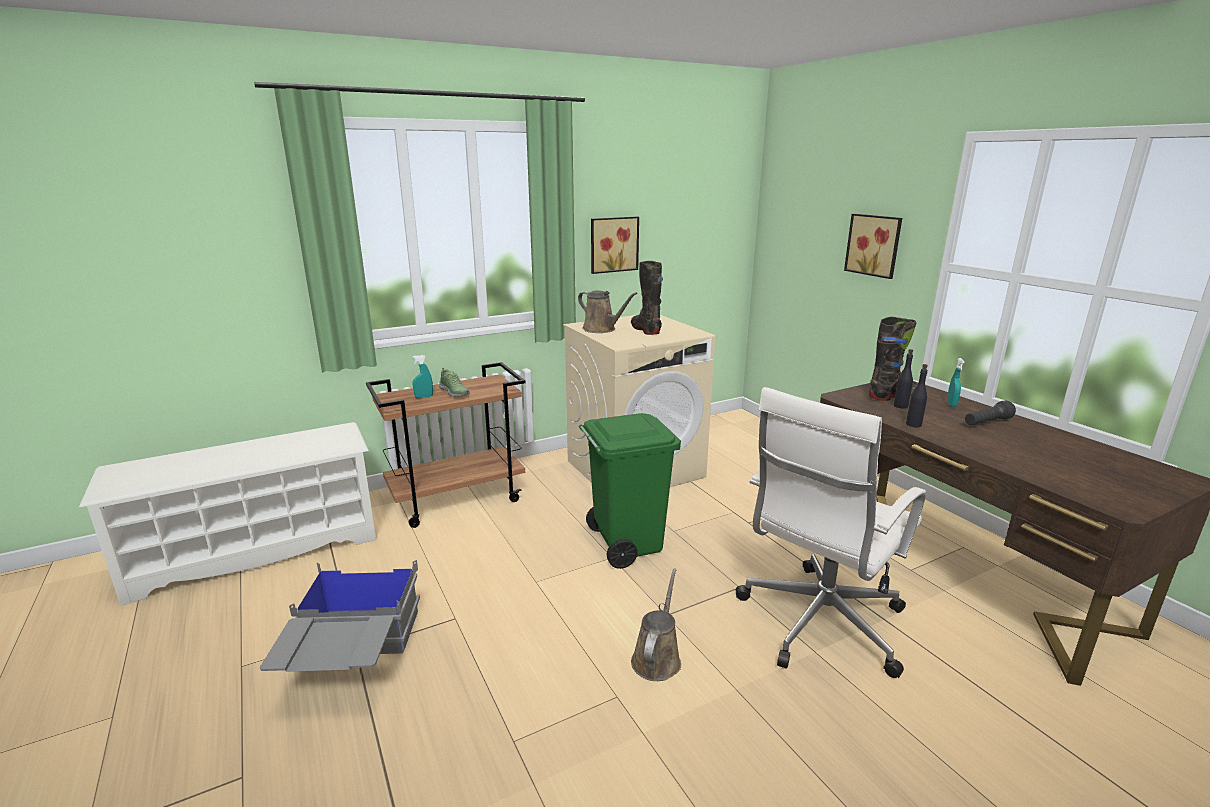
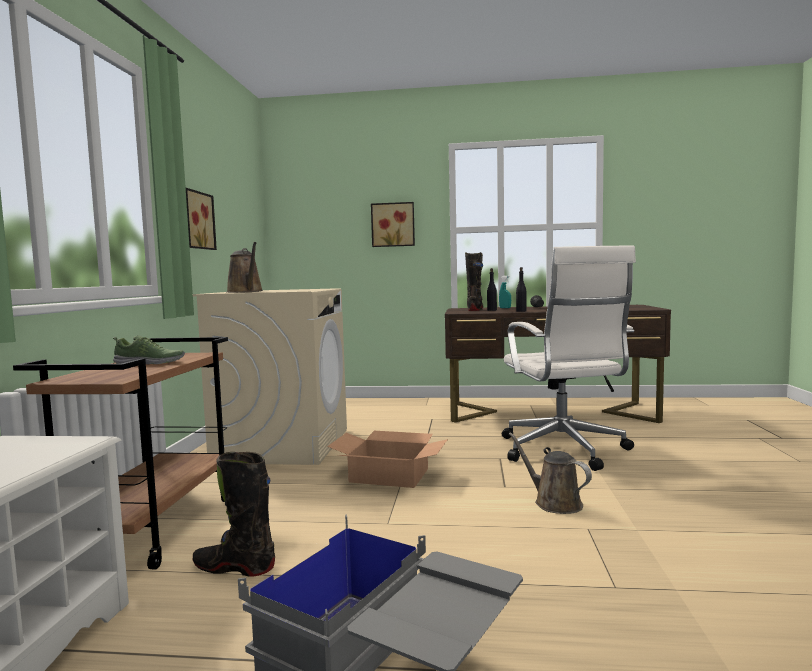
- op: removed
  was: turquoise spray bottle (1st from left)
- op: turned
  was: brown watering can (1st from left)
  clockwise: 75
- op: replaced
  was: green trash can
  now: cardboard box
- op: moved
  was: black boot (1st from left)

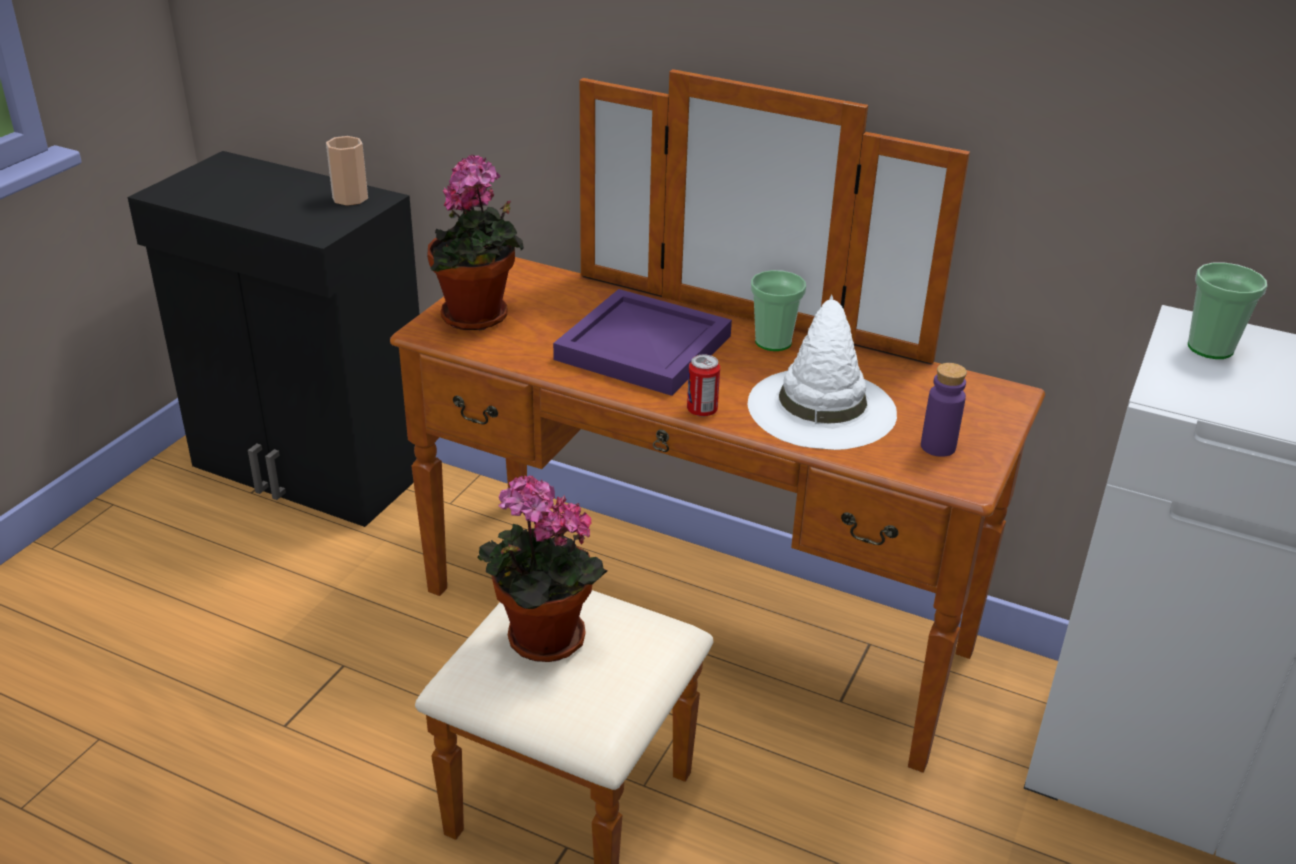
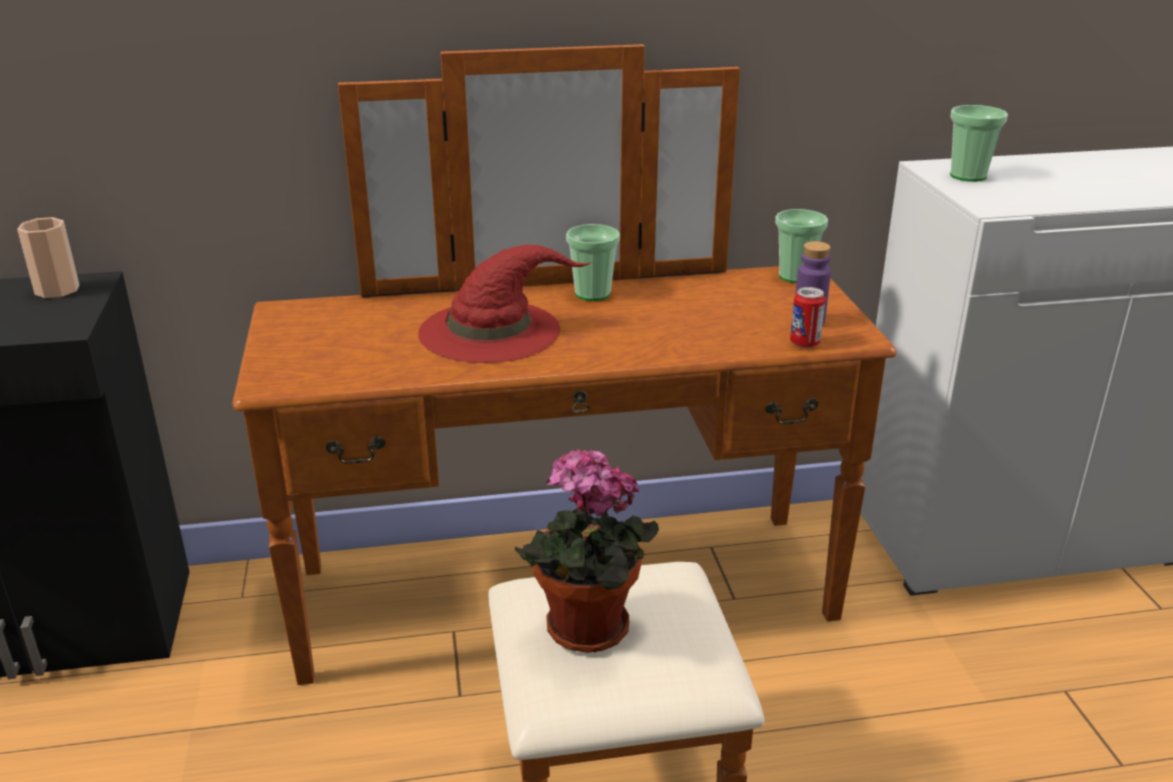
- op: removed
  was: potted plant (1st from left)
- op: replaced
  was: purple tray
  now: red hat
- op: moved
  was: can
- op: removed
  was: white hat
- op: added
  now: cup (3rd from left)

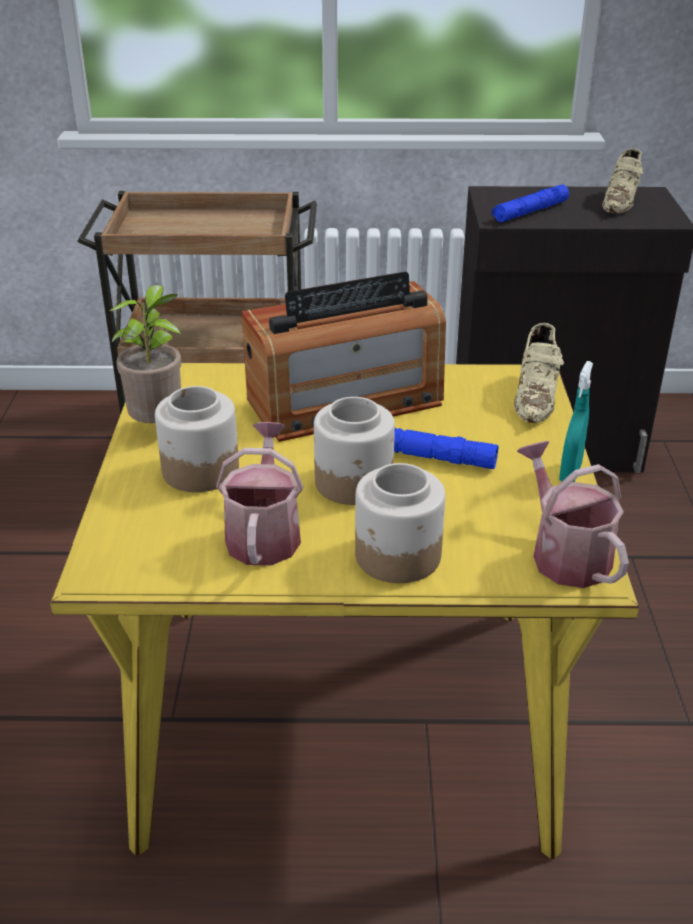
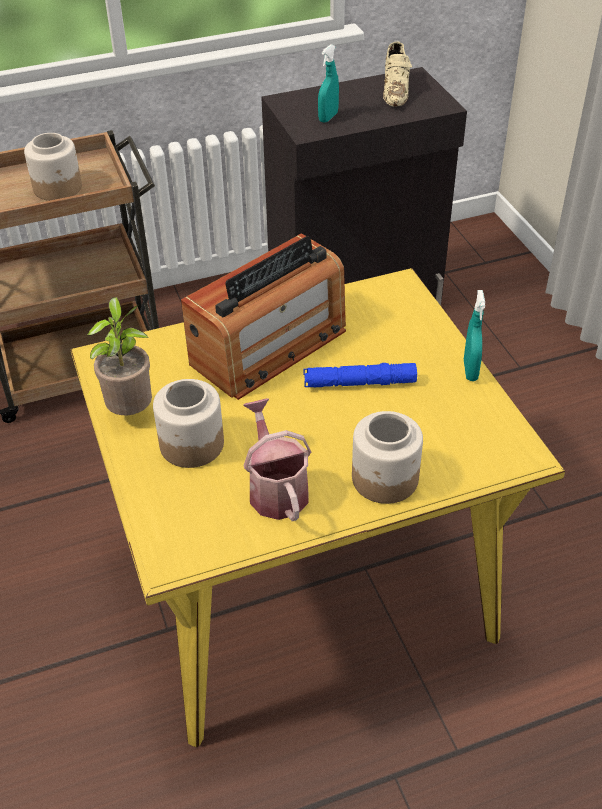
- op: moved
  was: jar (2nd from left in the first image)
  now: jar (1st from left)
- op: replaced
  was: blue flashlight (2nd from left)
  now: turquoise spray bottle (1st from left)
- op: removed
  was: beige shoe (1st from left)
- op: removed
  was: watering can (2nd from left)

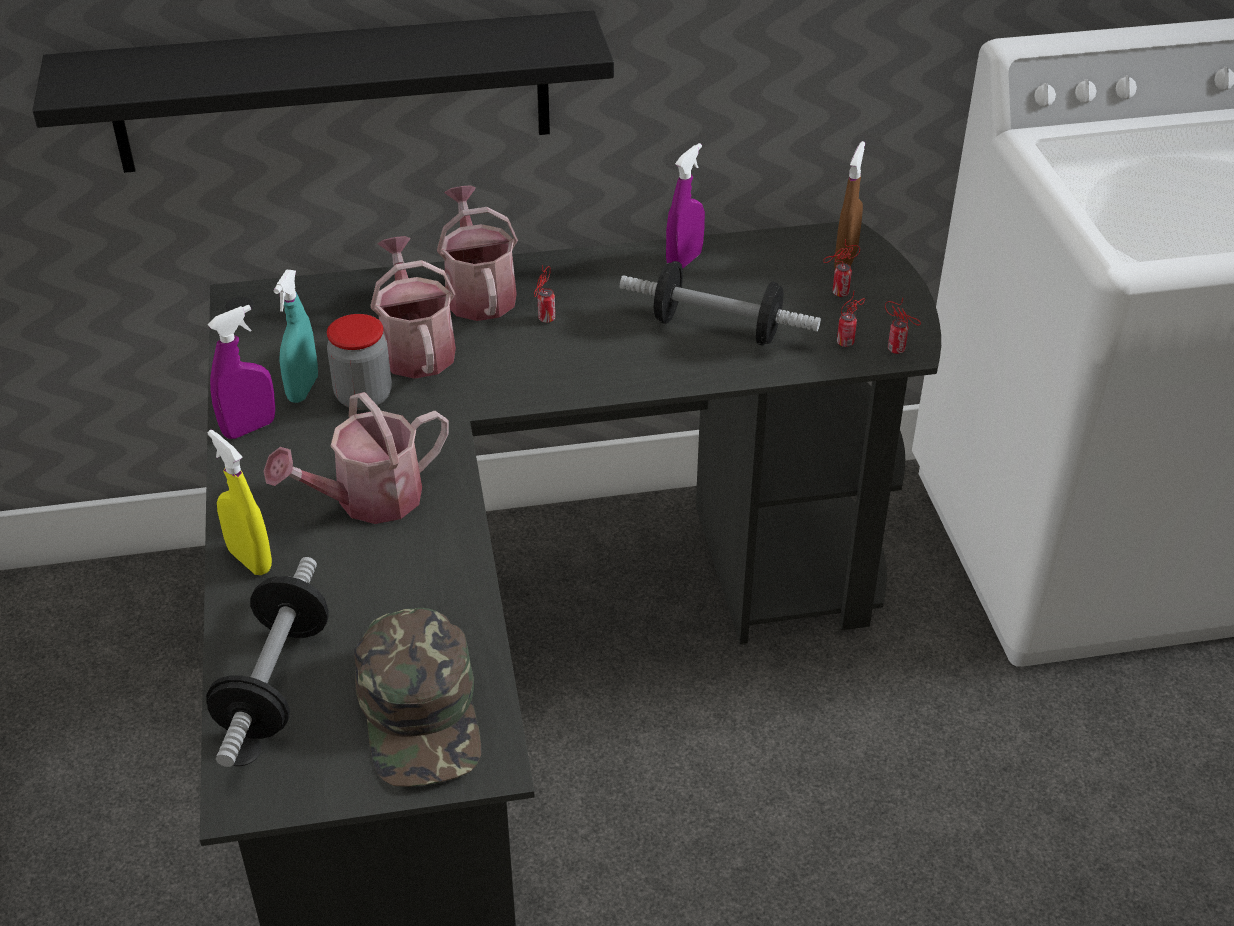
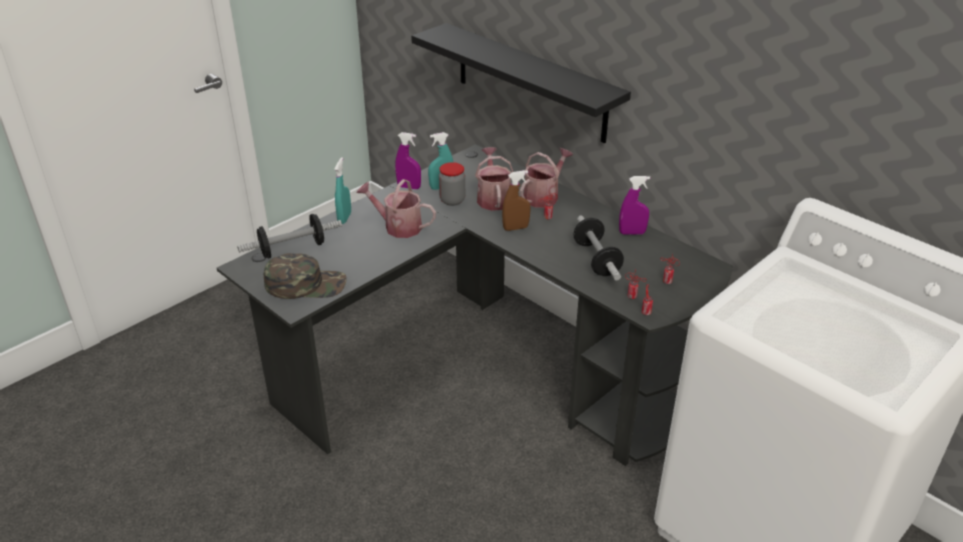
- op: recoloured
  was: yellow spray bottle
  now: turquoise spray bottle (1st from left)
- op: turned
  was: green cap
  clockwise: -135
- op: turned
  was: watering can (2nd from left)
  clockwise: -45
- op: moved
  was: brown spray bottle

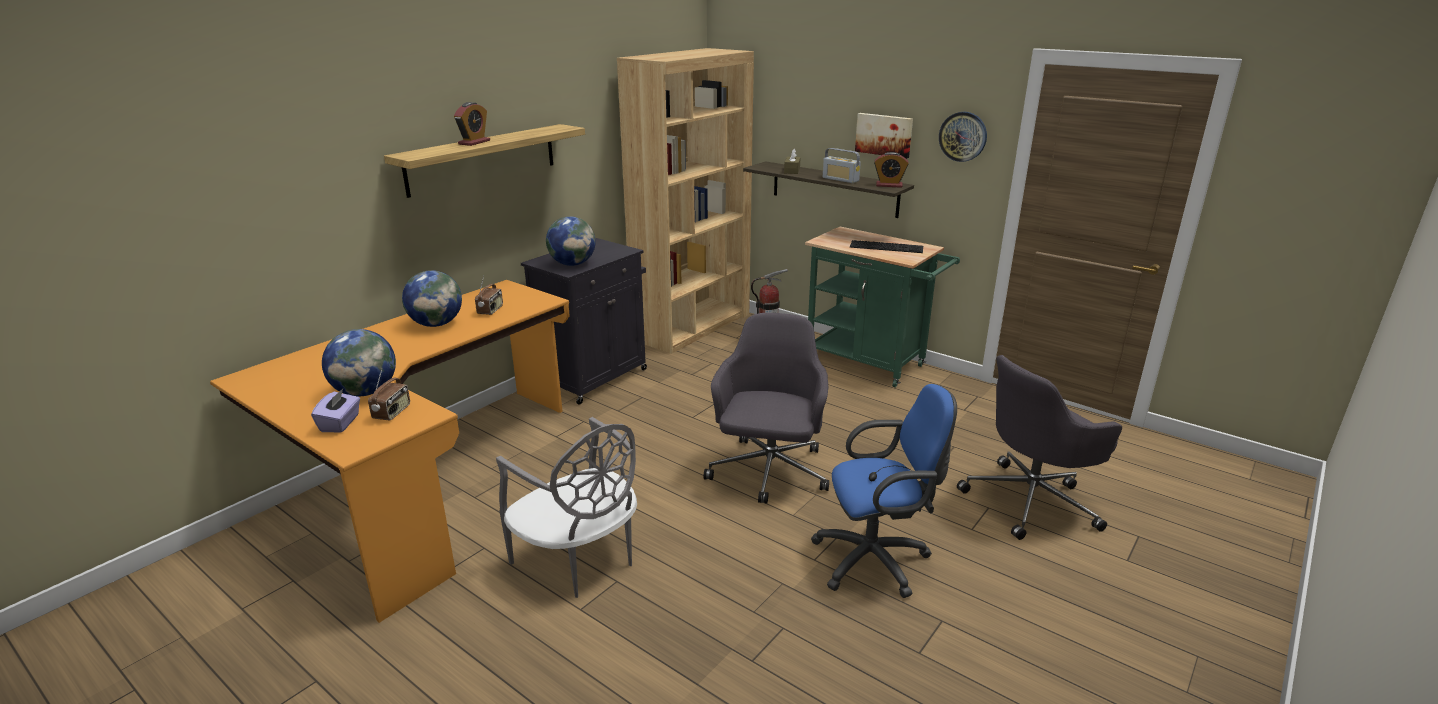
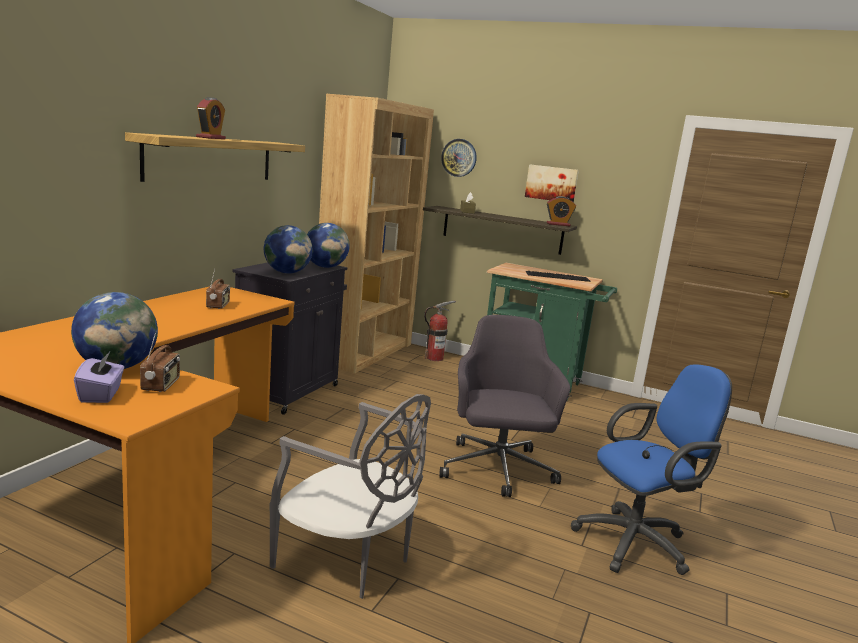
- op: moved
  was: globe (2nd from left in the first image)
  now: globe (3rd from left)
- op: removed
  was: radio (3rd from left)
- op: moved
  was: wall clock
- op: removed
  was: grey office chair (2nd from left)

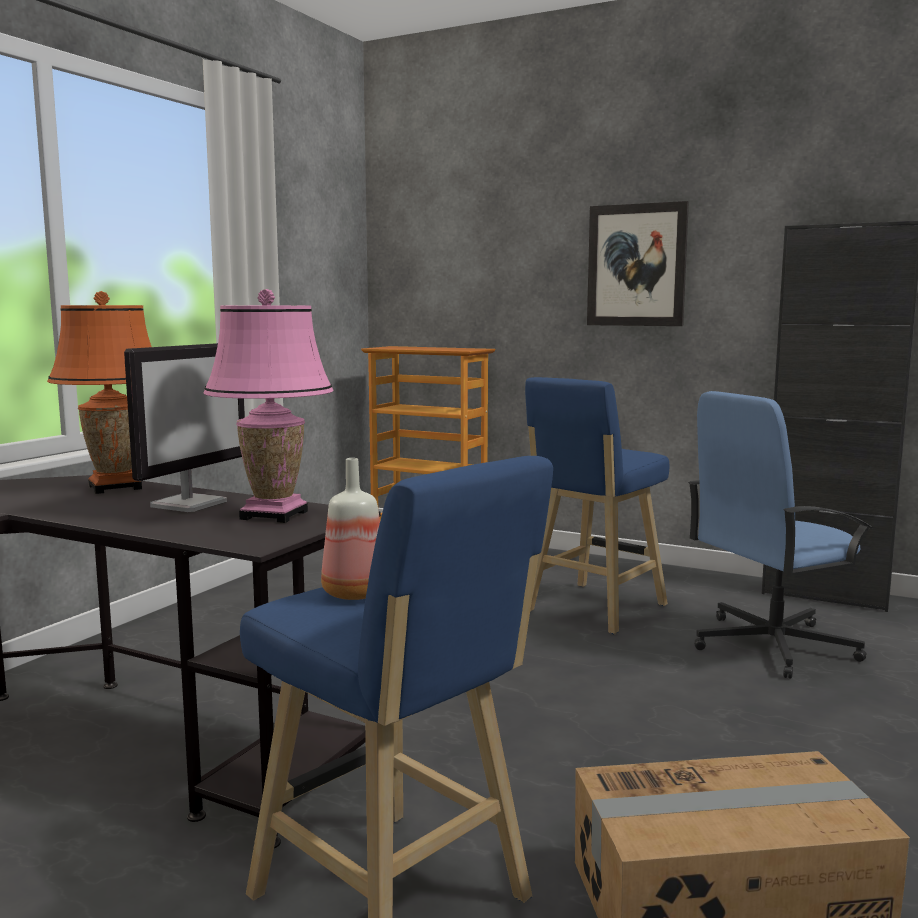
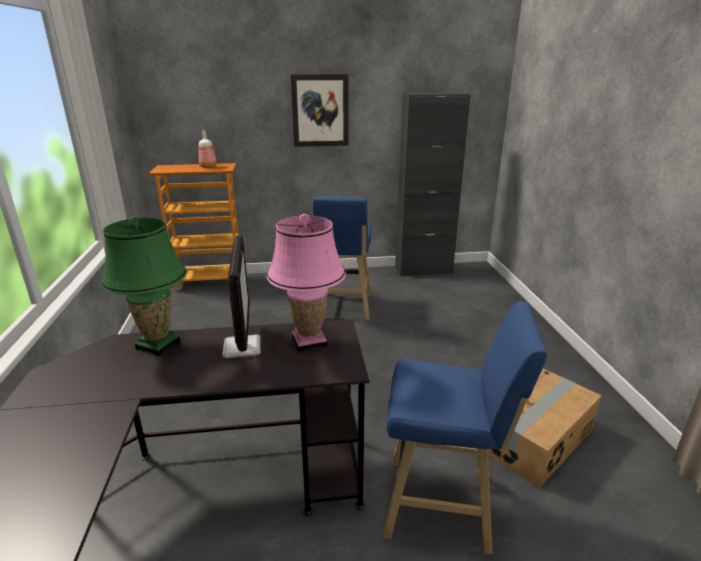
- op: recoloured
  was: orange table lamp
  now: green table lamp
- op: moved
  was: bottle
- op: removed
  was: blue office chair

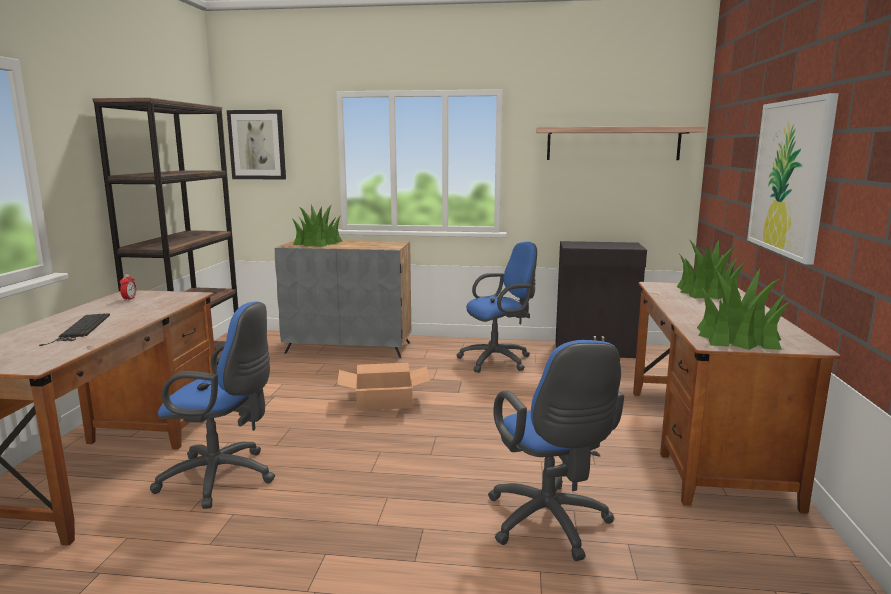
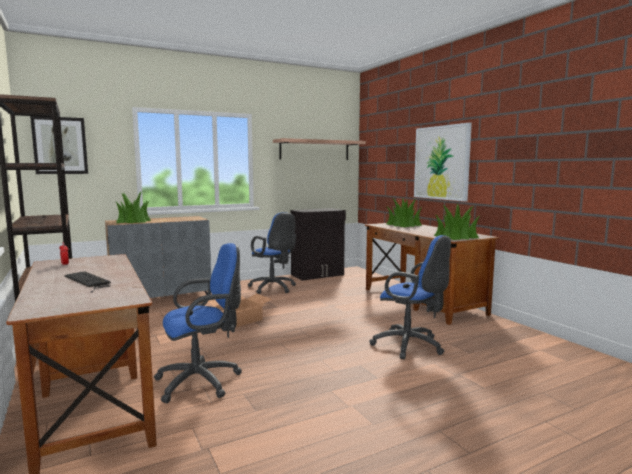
- op: turned
  was: blue office chair (2nd from left)
  clockwise: 105

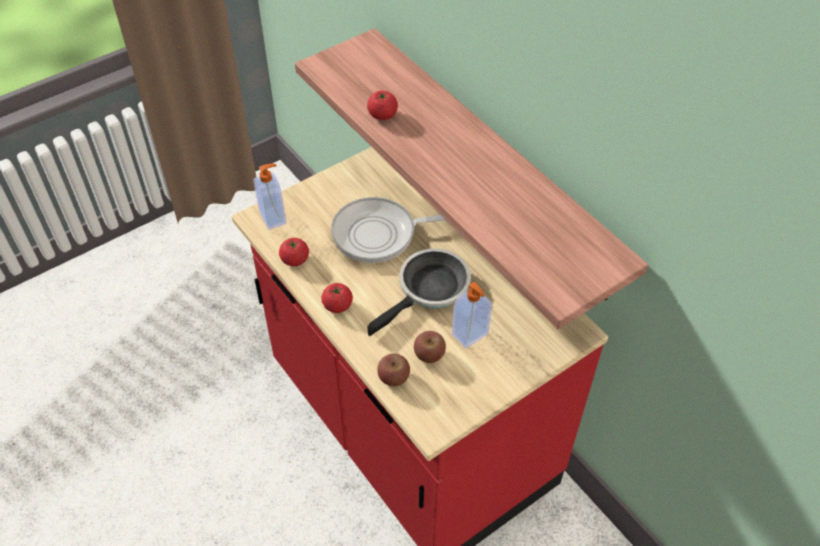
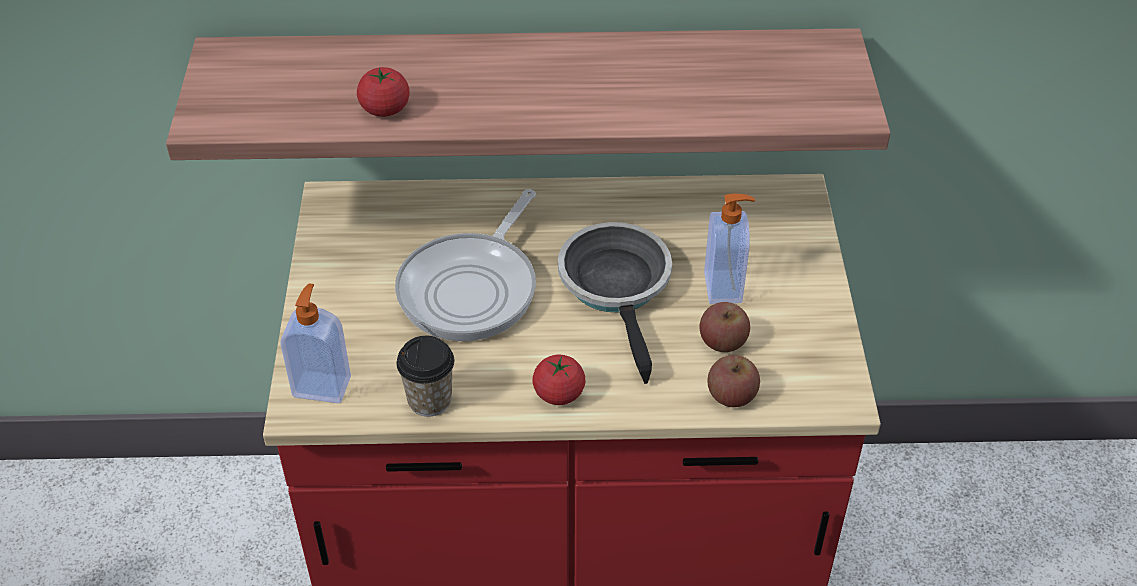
- op: replaced
  was: tomato (1st from left)
  now: cup

